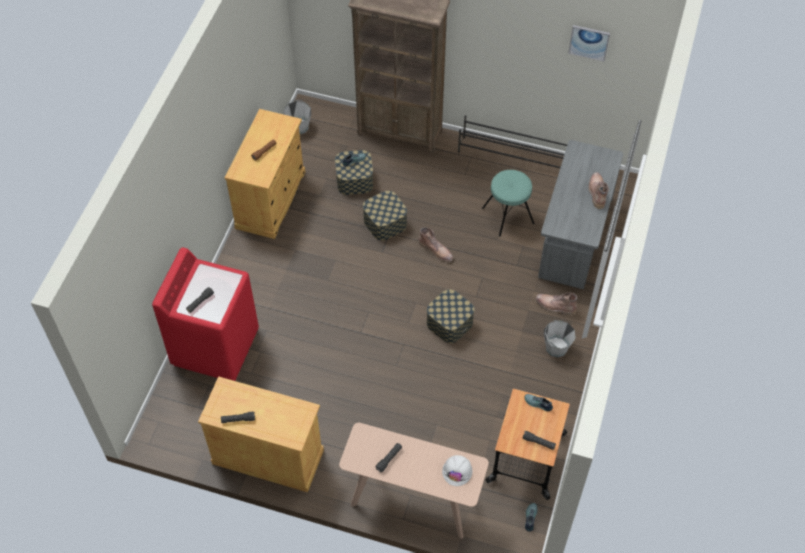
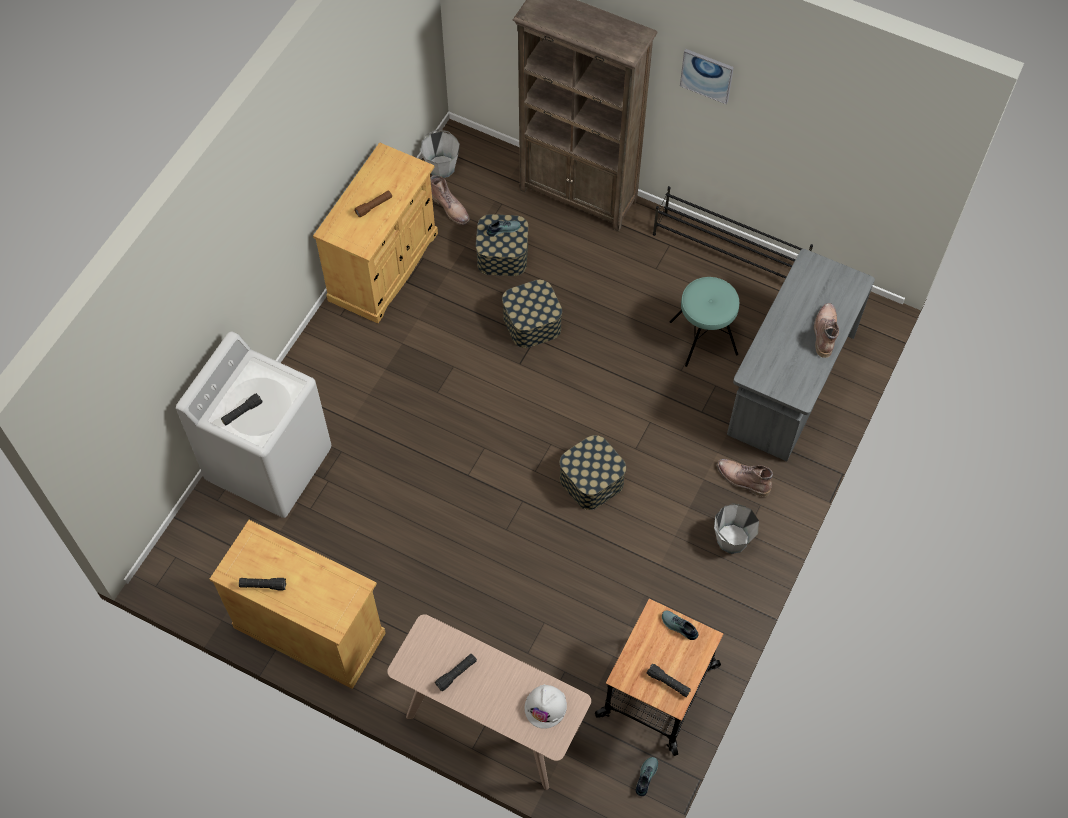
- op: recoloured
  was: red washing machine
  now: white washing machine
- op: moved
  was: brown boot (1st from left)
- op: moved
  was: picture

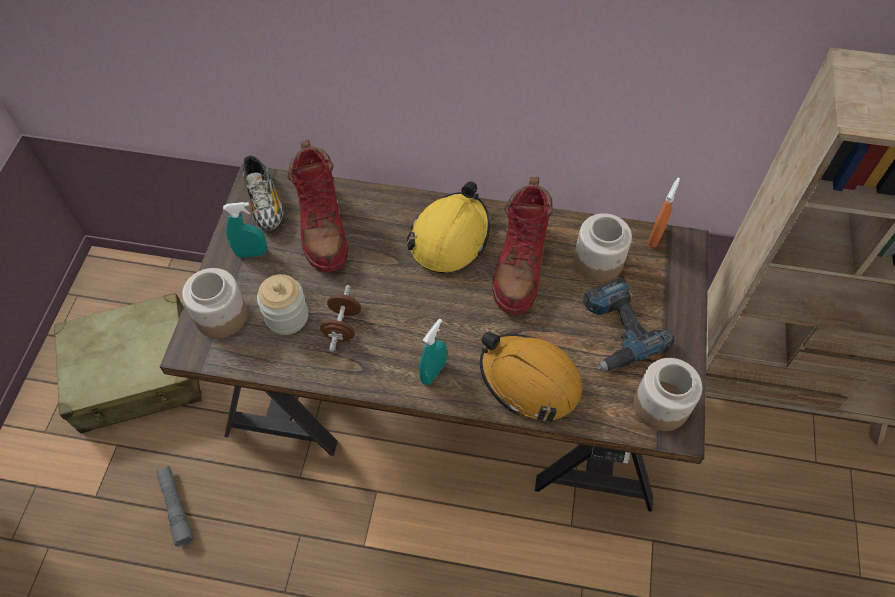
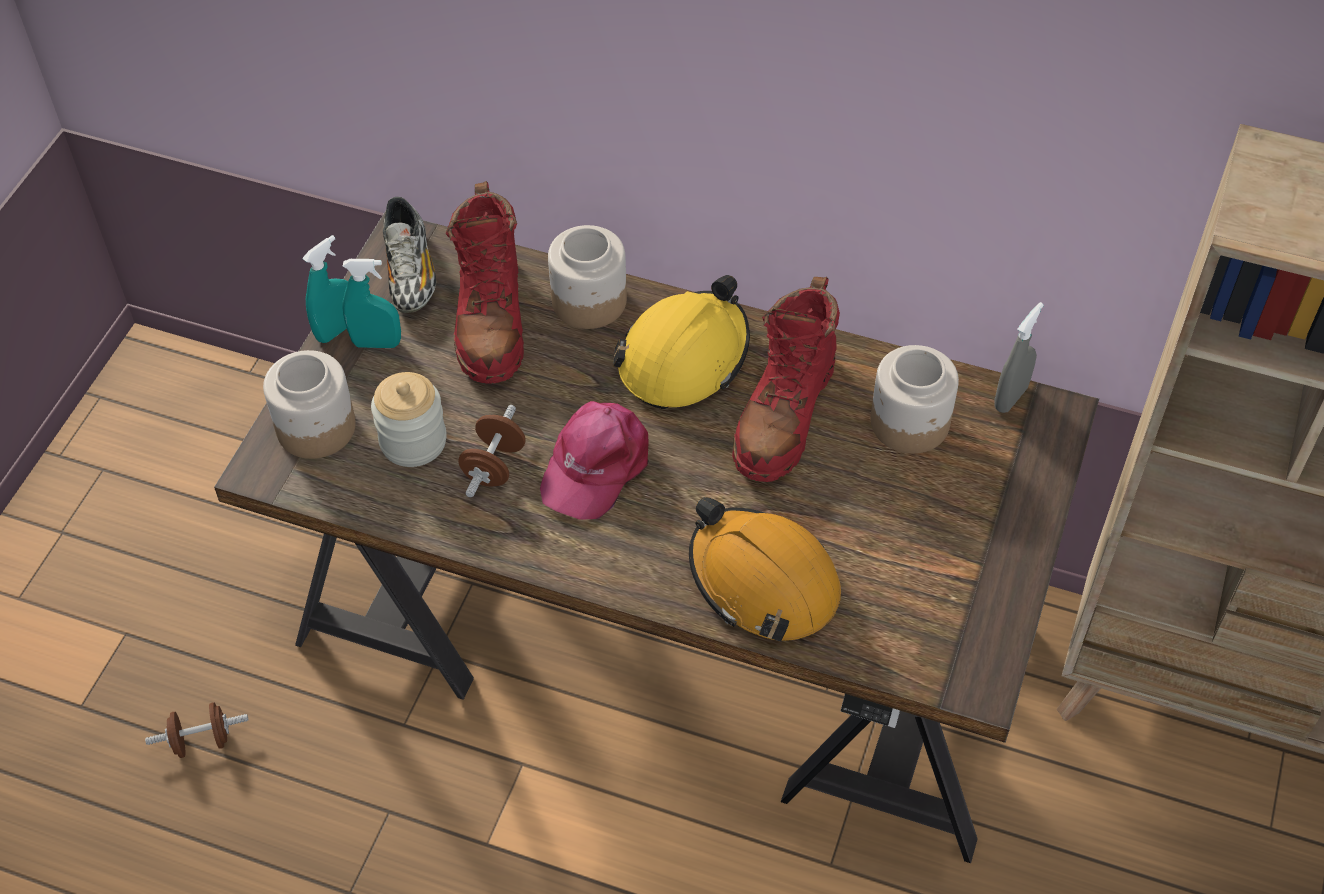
- op: removed
  was: beige suitcase
- op: replaced
  was: grey flashlight
  now: brown dumbbell (1st from left)
- op: moved
  was: turquoise spray bottle (2nd from left in the first image)
  now: turquoise spray bottle (1st from left)
- op: removed
  was: power drill
- op: moved
  was: jar (4th from left in the first image)
  now: jar (3rd from left)
- op: recoloured
  was: orange spray bottle
  now: grey spray bottle
- op: added
  now: pink cap

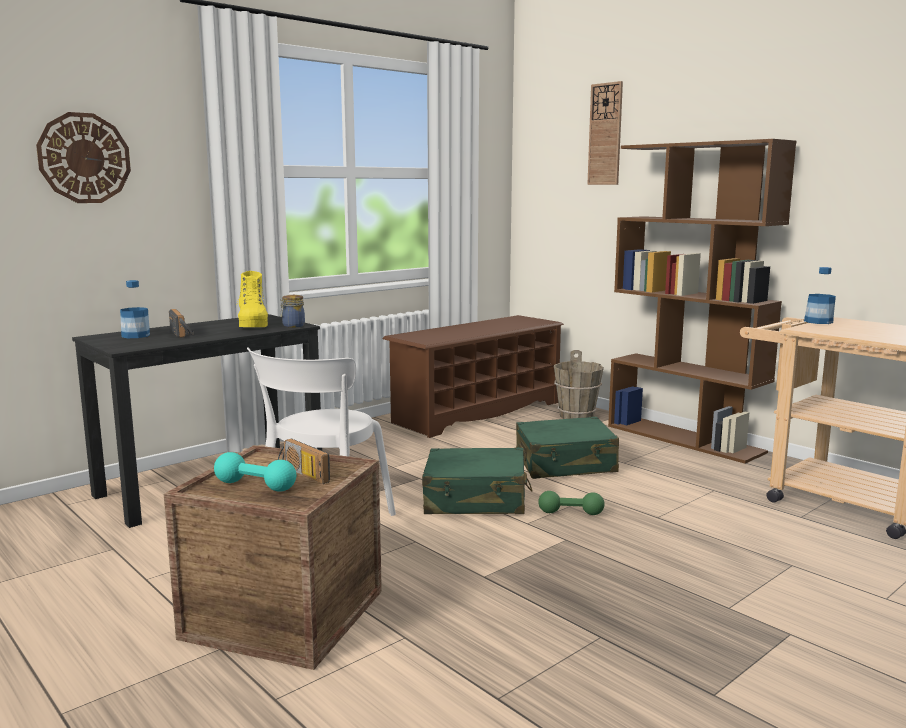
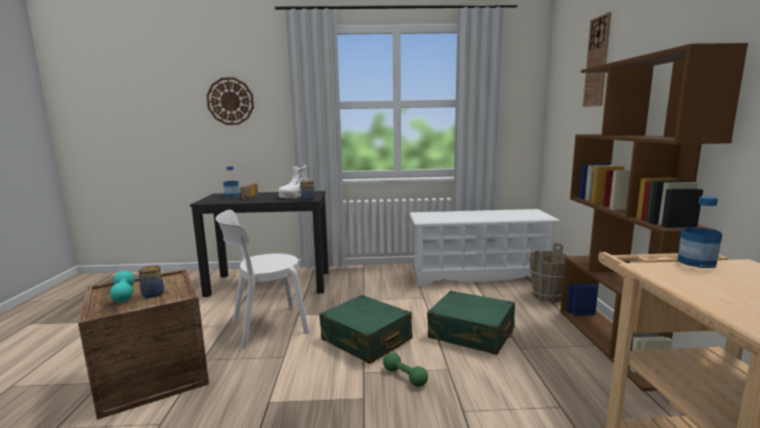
- op: recoloured
  was: yellow boot
  now: white boot
- op: replaced
  was: radio (2nd from left)
  now: jar (1st from left)
- op: recoloured
  was: brown shoe rack
  now: white shoe rack

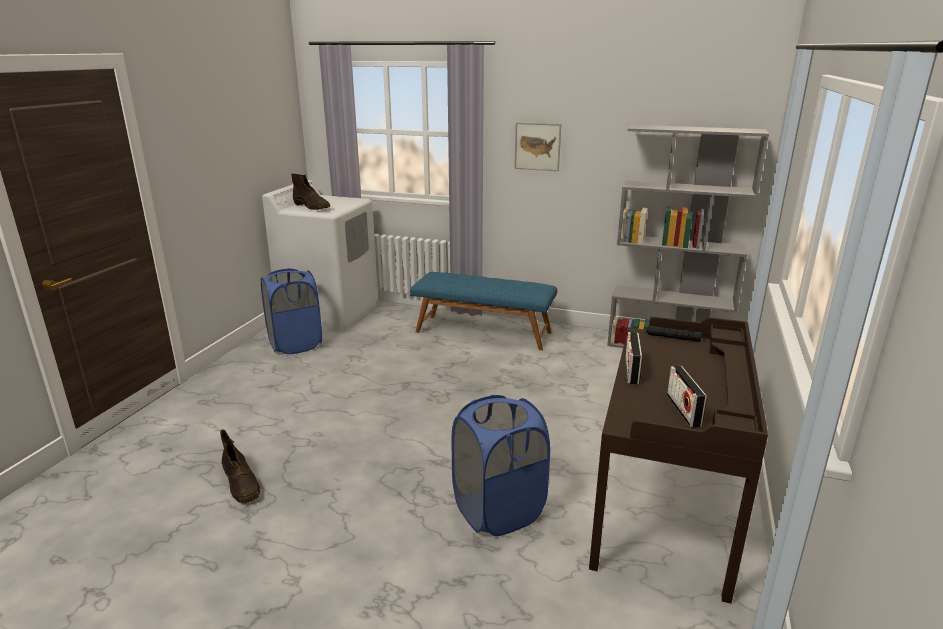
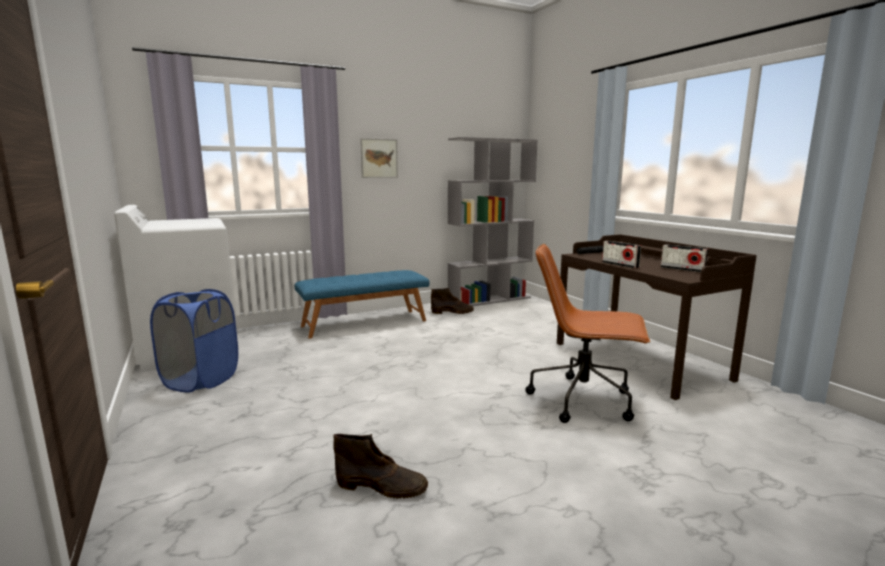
- op: moved
  was: brown boot (2nd from left)
- op: replaced
  was: blue laundry basket (2nd from left)
  now: brown office chair

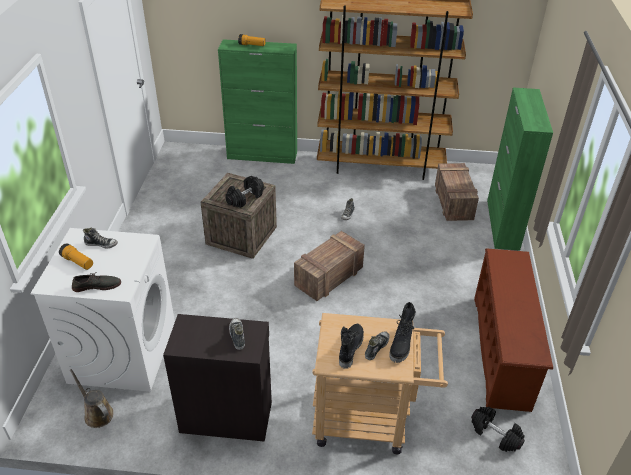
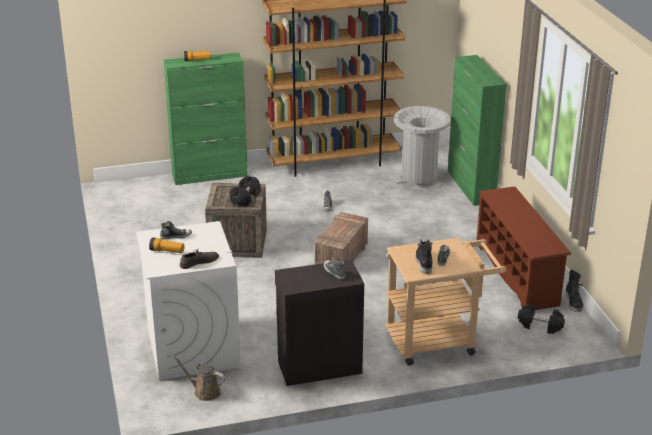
- op: moved
  was: black boot (2nd from left)
- op: replaced
  was: crate (3rd from left)
  now: grey trash can

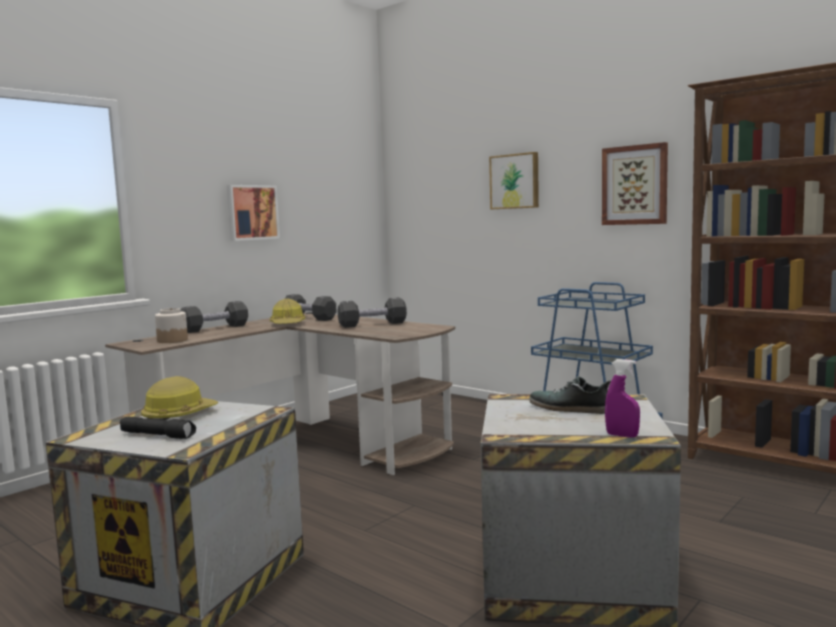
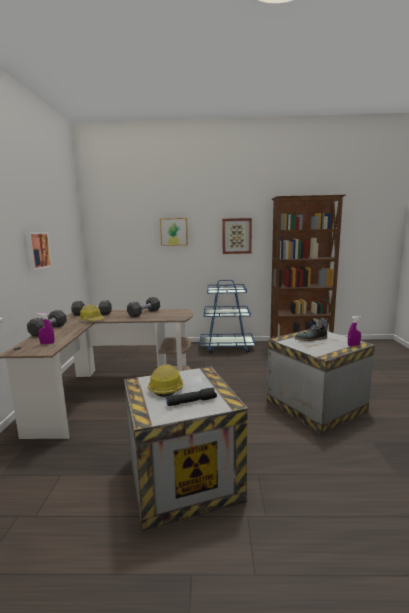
- op: replaced
  was: jar
  now: purple spray bottle (1st from left)

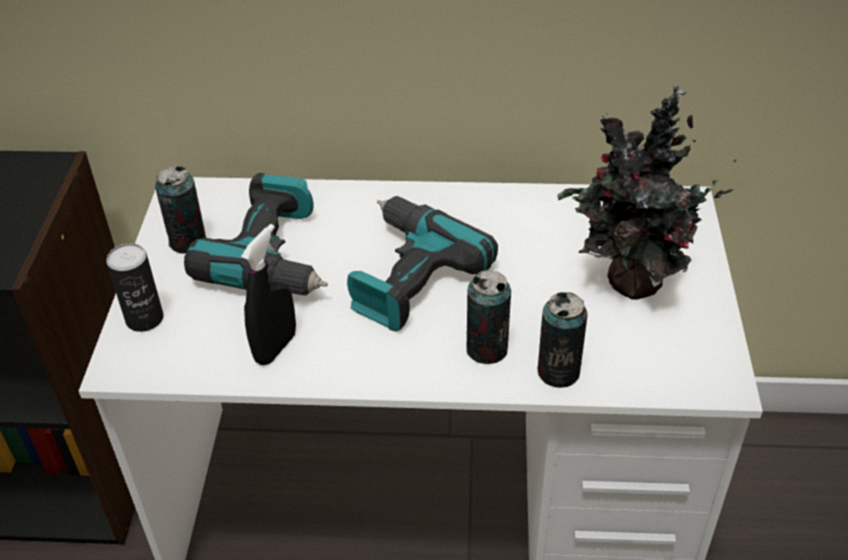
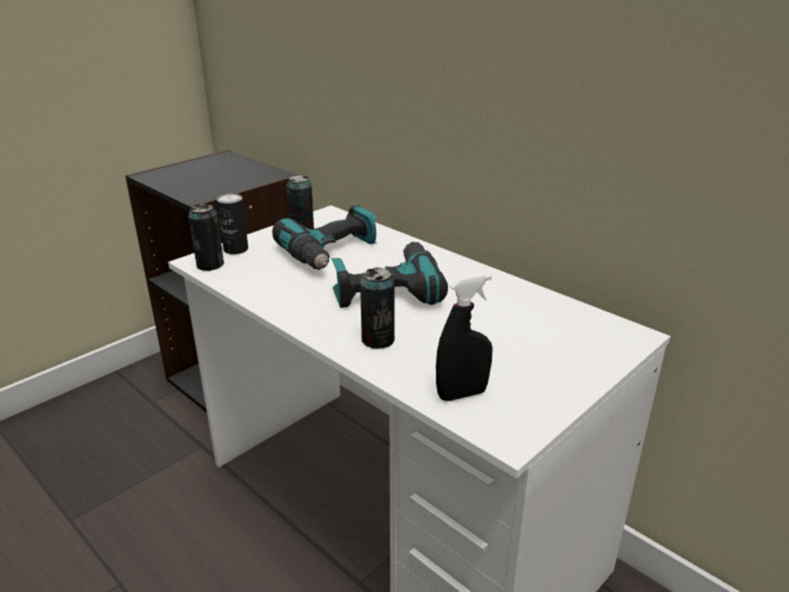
- op: moved
  was: black spray bottle
- op: moved
  was: can (4th from left in the first image)
  now: can (1st from left)
- op: removed
  was: potted plant

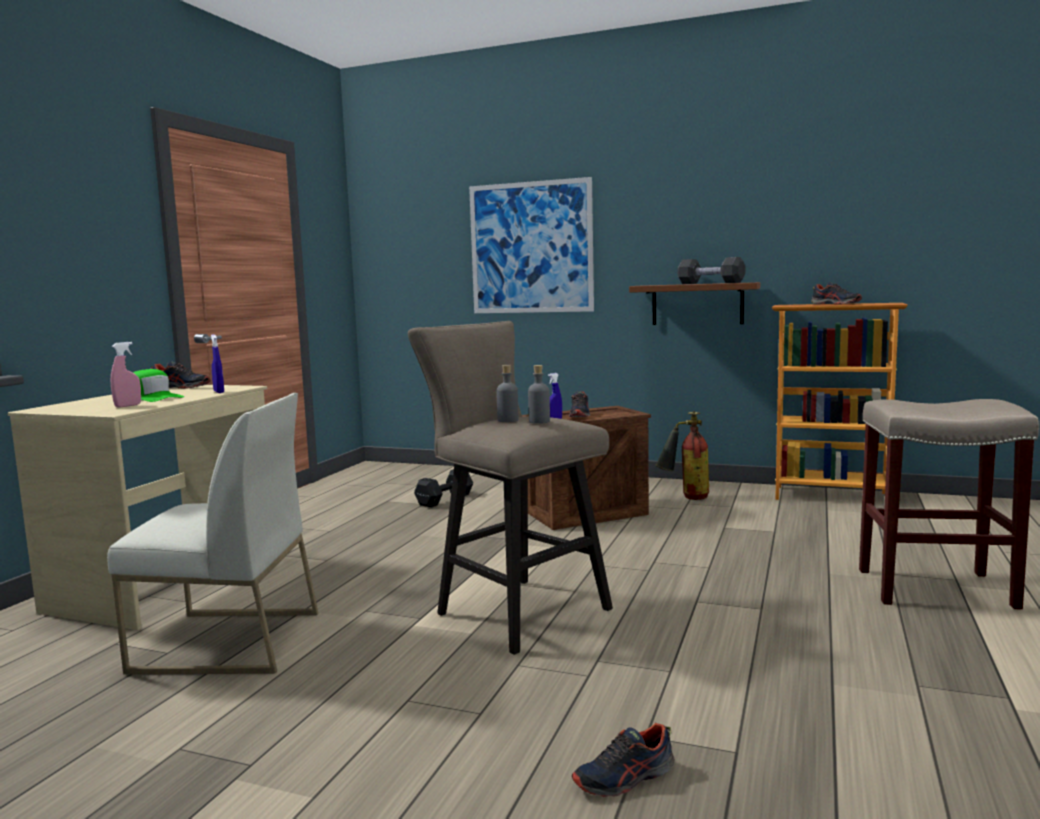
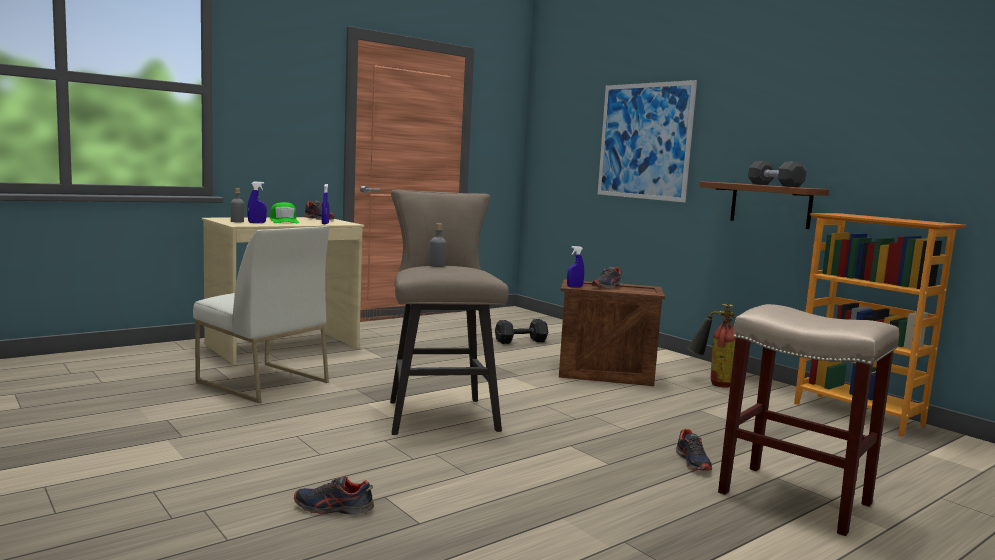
- op: recoloured
  was: pink spray bottle
  now: blue spray bottle (1st from left)
- op: moved
  was: grey bottle (2nd from left in the first image)
  now: grey bottle (1st from left)
- op: moved
  was: shoe (4th from left)

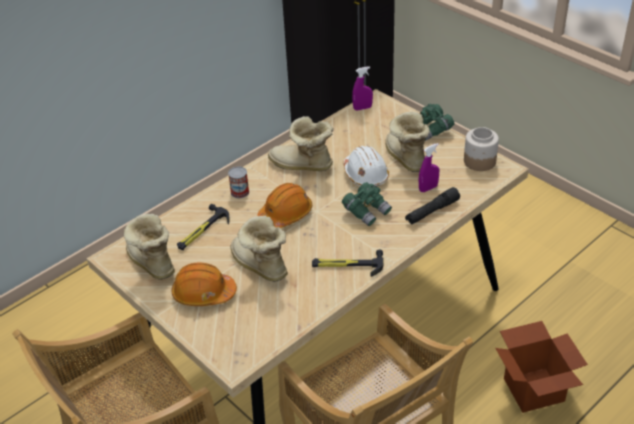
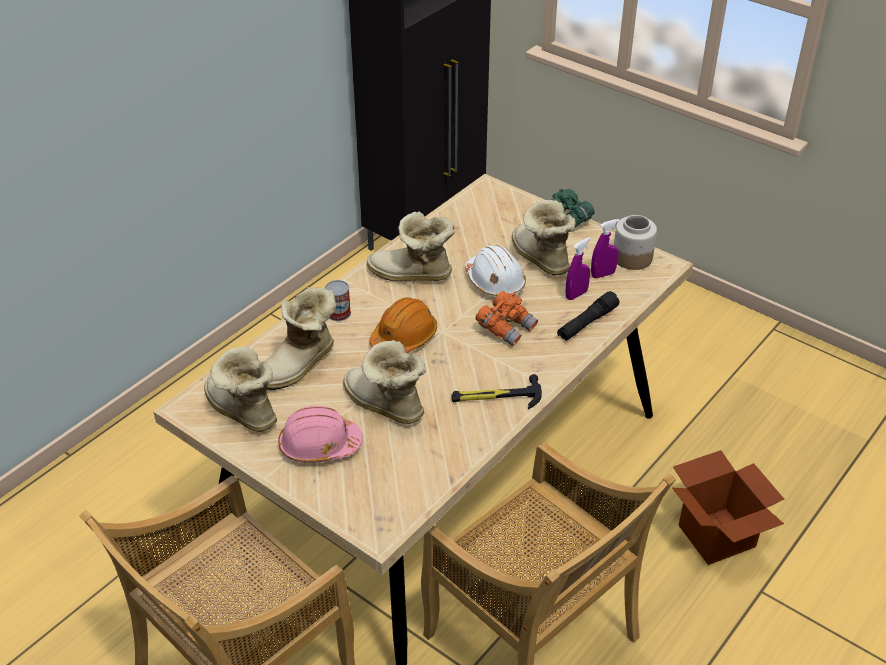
- op: recoloured
  was: orange hard hat (1st from left)
  now: pink hard hat
- op: replaced
  was: hammer (1st from left)
  now: boot (2nd from left)
- op: recoloured
  was: green binoculars (1st from left)
  now: orange binoculars
- op: moved
  was: purple spray bottle (1st from left in the first image)
  now: purple spray bottle (2nd from left)

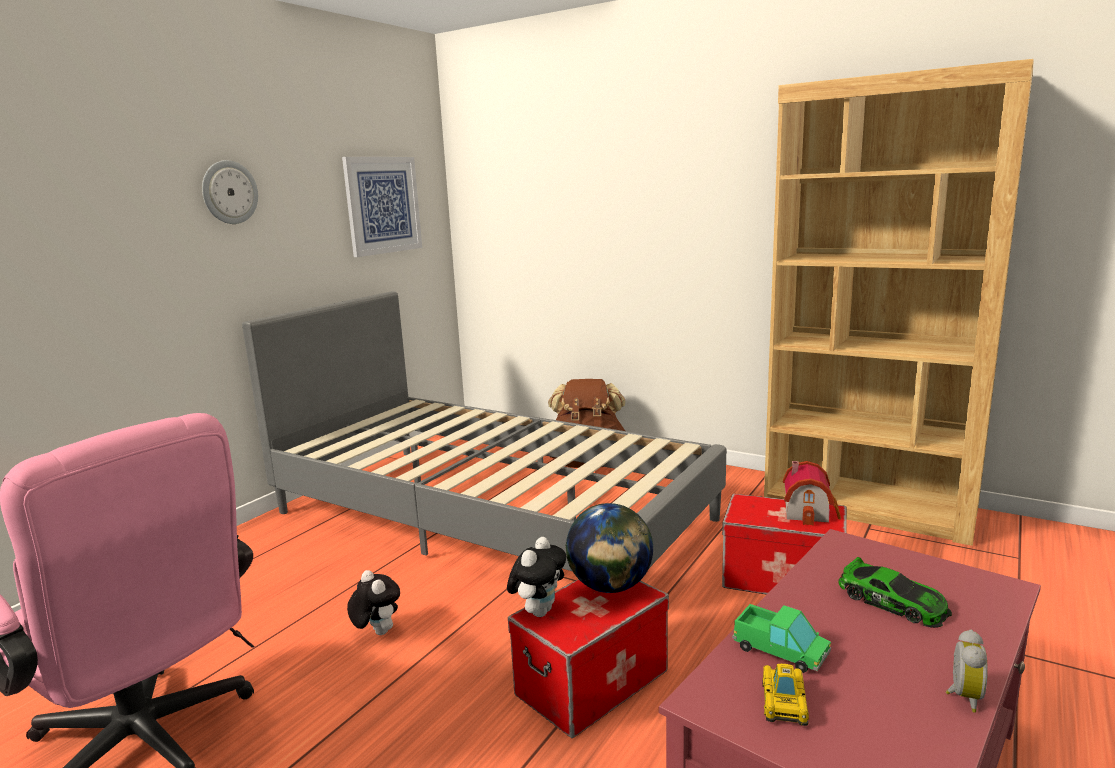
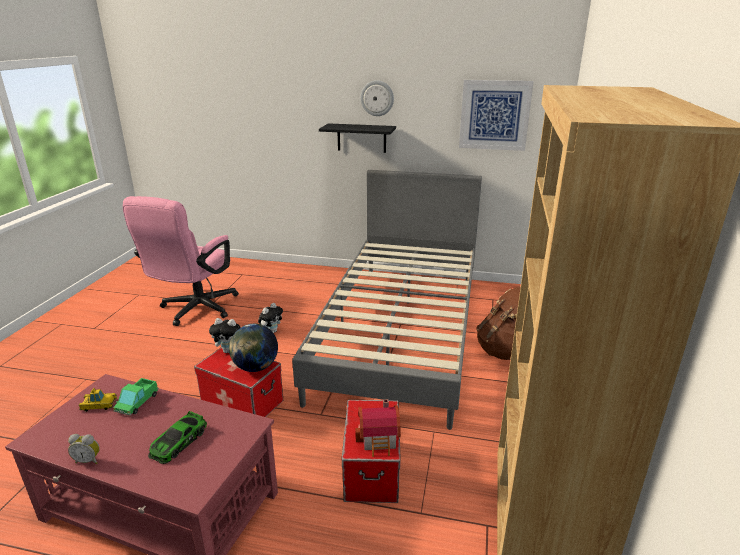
- op: added
  now: black shelf

